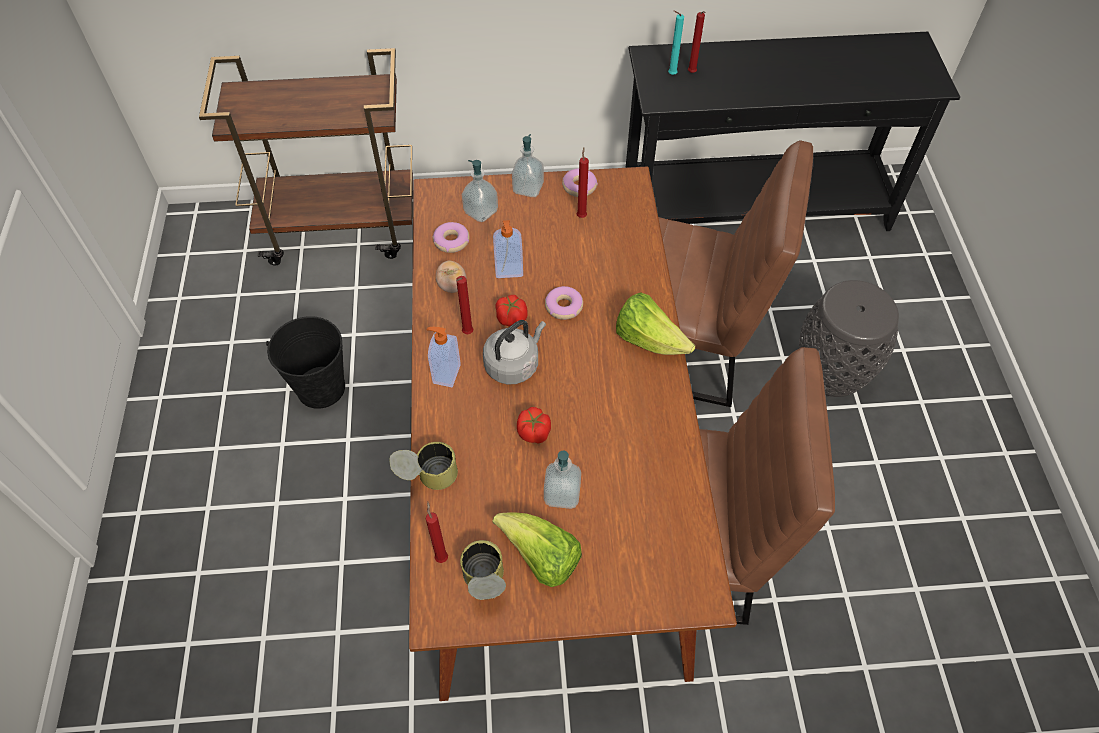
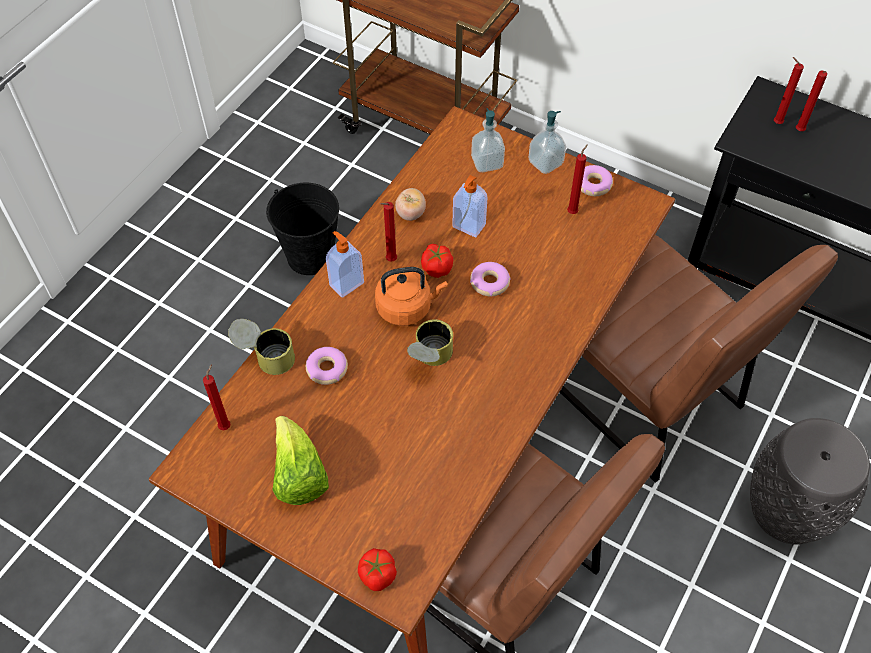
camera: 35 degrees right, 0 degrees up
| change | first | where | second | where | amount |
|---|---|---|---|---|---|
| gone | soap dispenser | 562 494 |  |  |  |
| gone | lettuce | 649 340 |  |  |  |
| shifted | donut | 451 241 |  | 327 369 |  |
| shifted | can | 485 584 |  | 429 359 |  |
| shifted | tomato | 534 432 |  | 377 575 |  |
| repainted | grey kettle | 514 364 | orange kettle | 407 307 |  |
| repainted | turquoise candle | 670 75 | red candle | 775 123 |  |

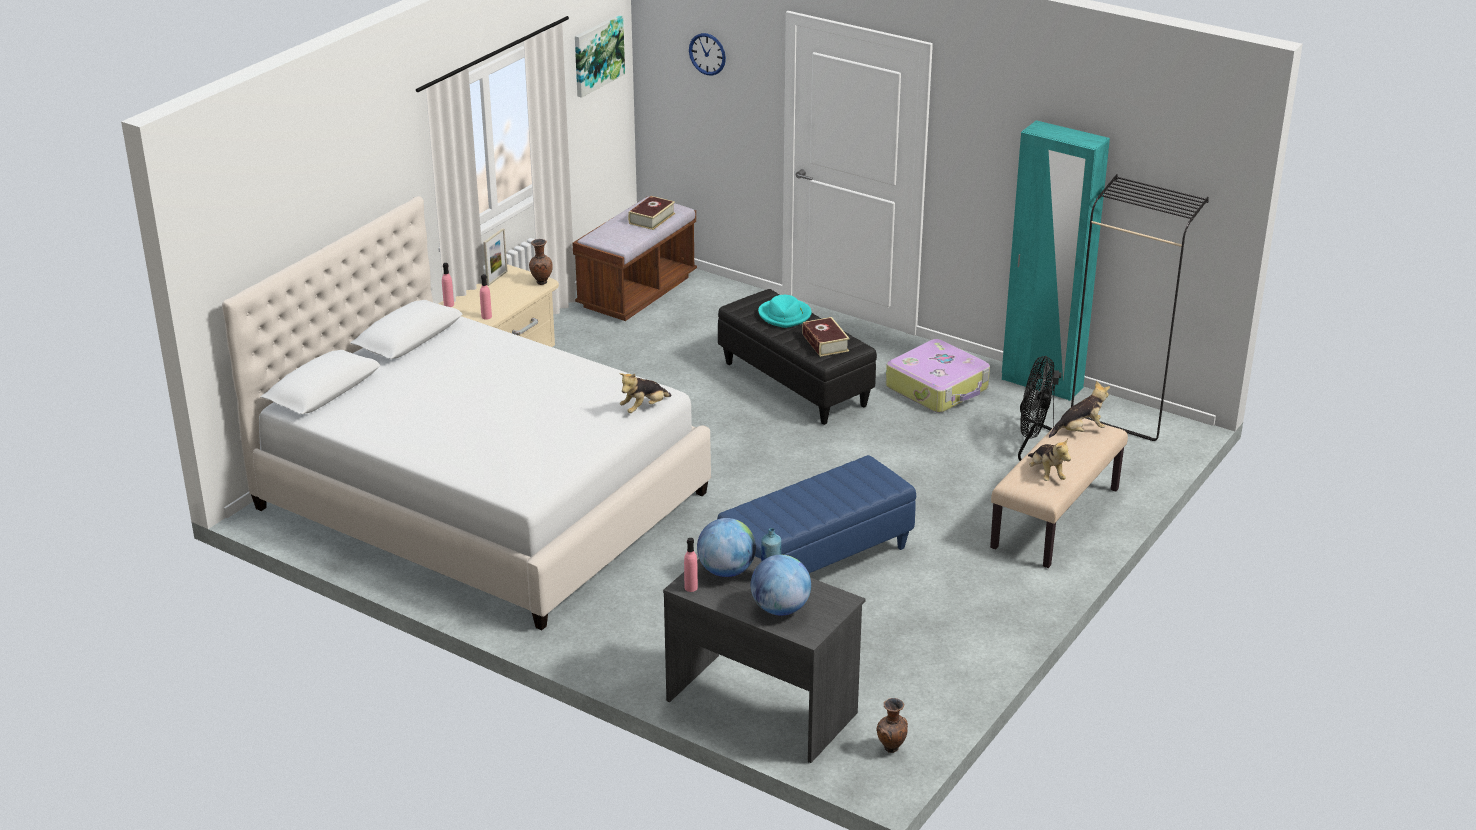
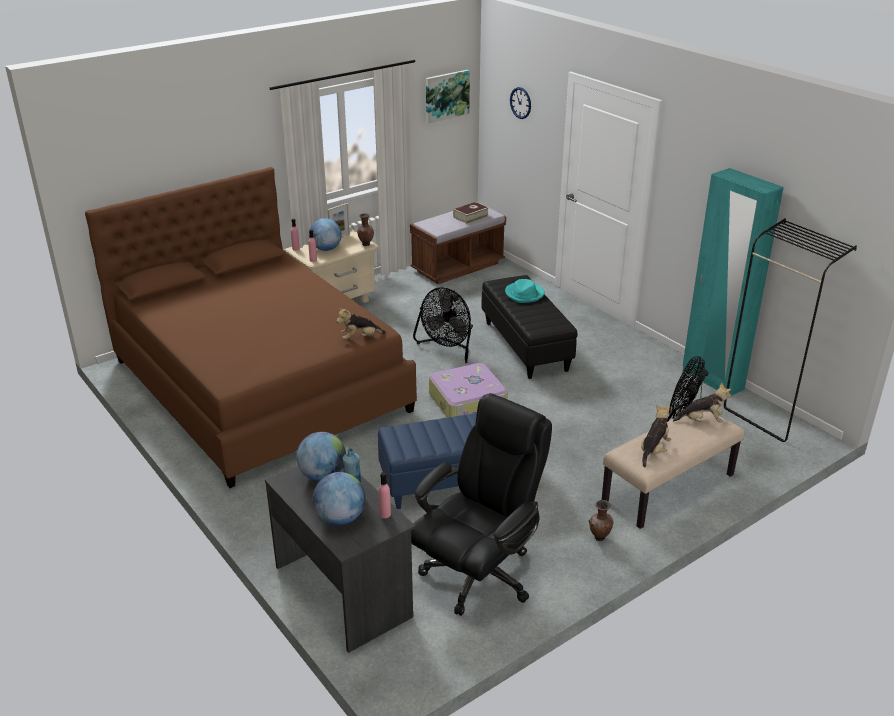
camera: 20 degrees right, 0 degrees up
| change | first | where | second | where | amount |
|---|---|---|---|---|---|
| gone | book | 825 343 |  |  |  |
| new |  |  | globe | 326 249 |  |
| new |  |  | black office chair | 478 574 |  |
| new |  |  | black fan | 447 347 |  |
| shifted | pink bottle | 691 587 |  | 385 514 |  |
| shifted | brown vase | 891 749 |  | 599 538 |  |
| shifted | suitcase | 938 388 |  | 468 402 |  |
| repainted | white bed | 482 500 | brown bed | 260 385 |  |
| rotated | plush toy | 1046 474 |  | 653 450 | 150 degrees counterclockwise |

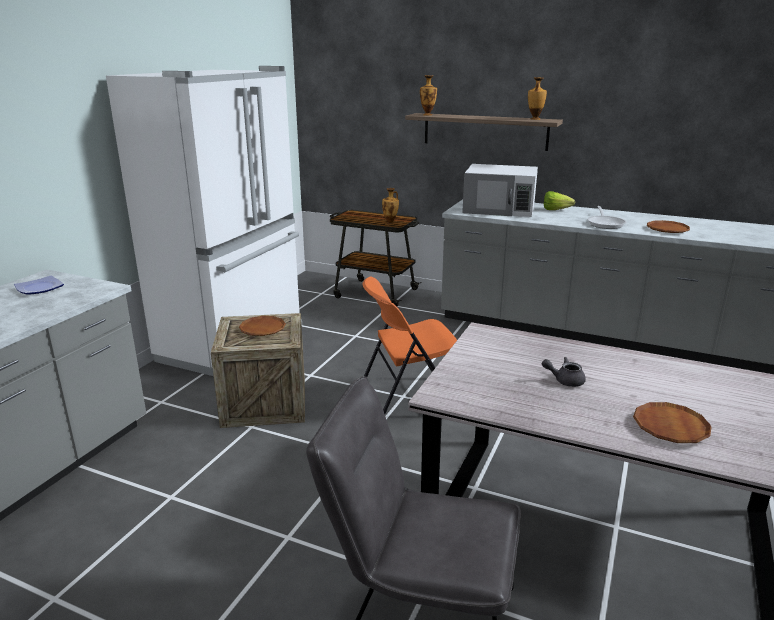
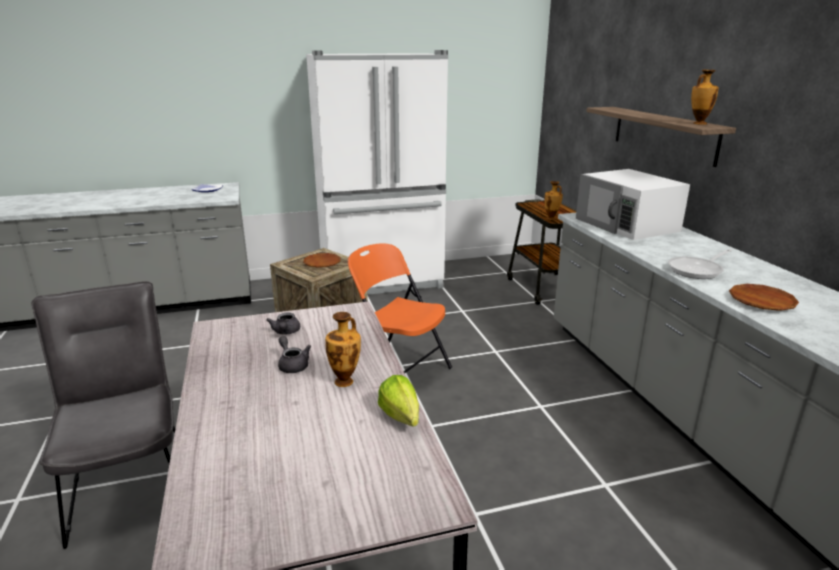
camera: 50 degrees right, 0 degrees up
| change | first | where | second | where | amount |
|---|---|---|---|---|---|
| gone | brown plate | 670 427 |  |  |  |
| new |  |  | grey teapot | 285 332 |  |
| shifted | vase | 427 114 |  | 345 381 |  |
| shifted | lettuce | 558 210 |  | 402 420 |  |

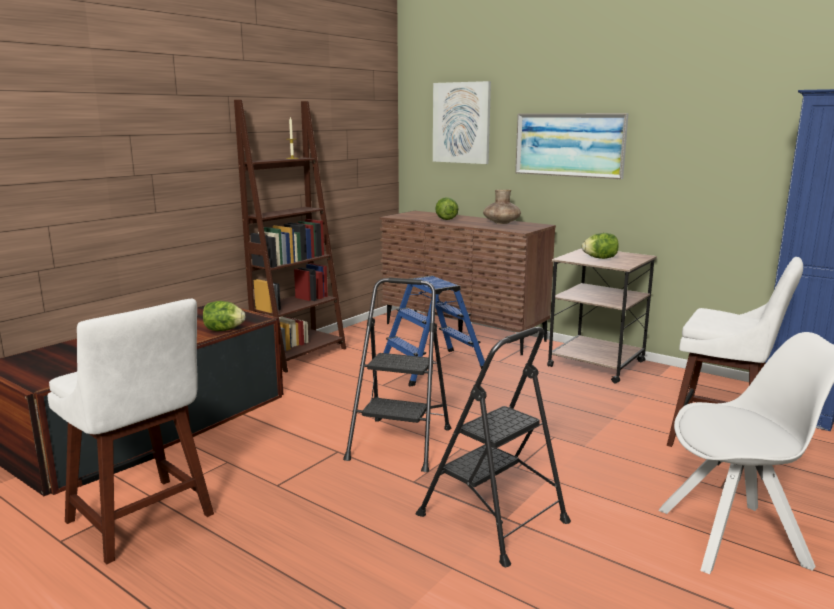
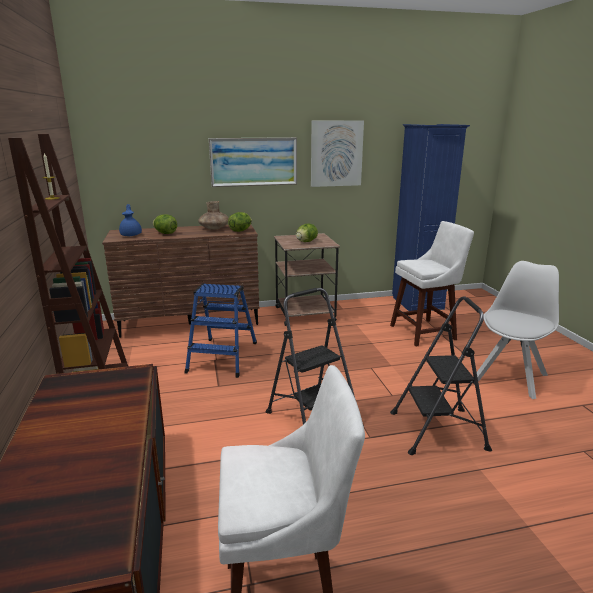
camera: 50 degrees left, 5 degrees up
| change | first | where | second | where | amount |
|---|---|---|---|---|---|
| new |  |  | blue teapot | 131 235 |  |
| shifted | lettuce | 223 330 |  | 240 231 |  |
| shifted | picture | 461 123 |  | 336 153 |  |

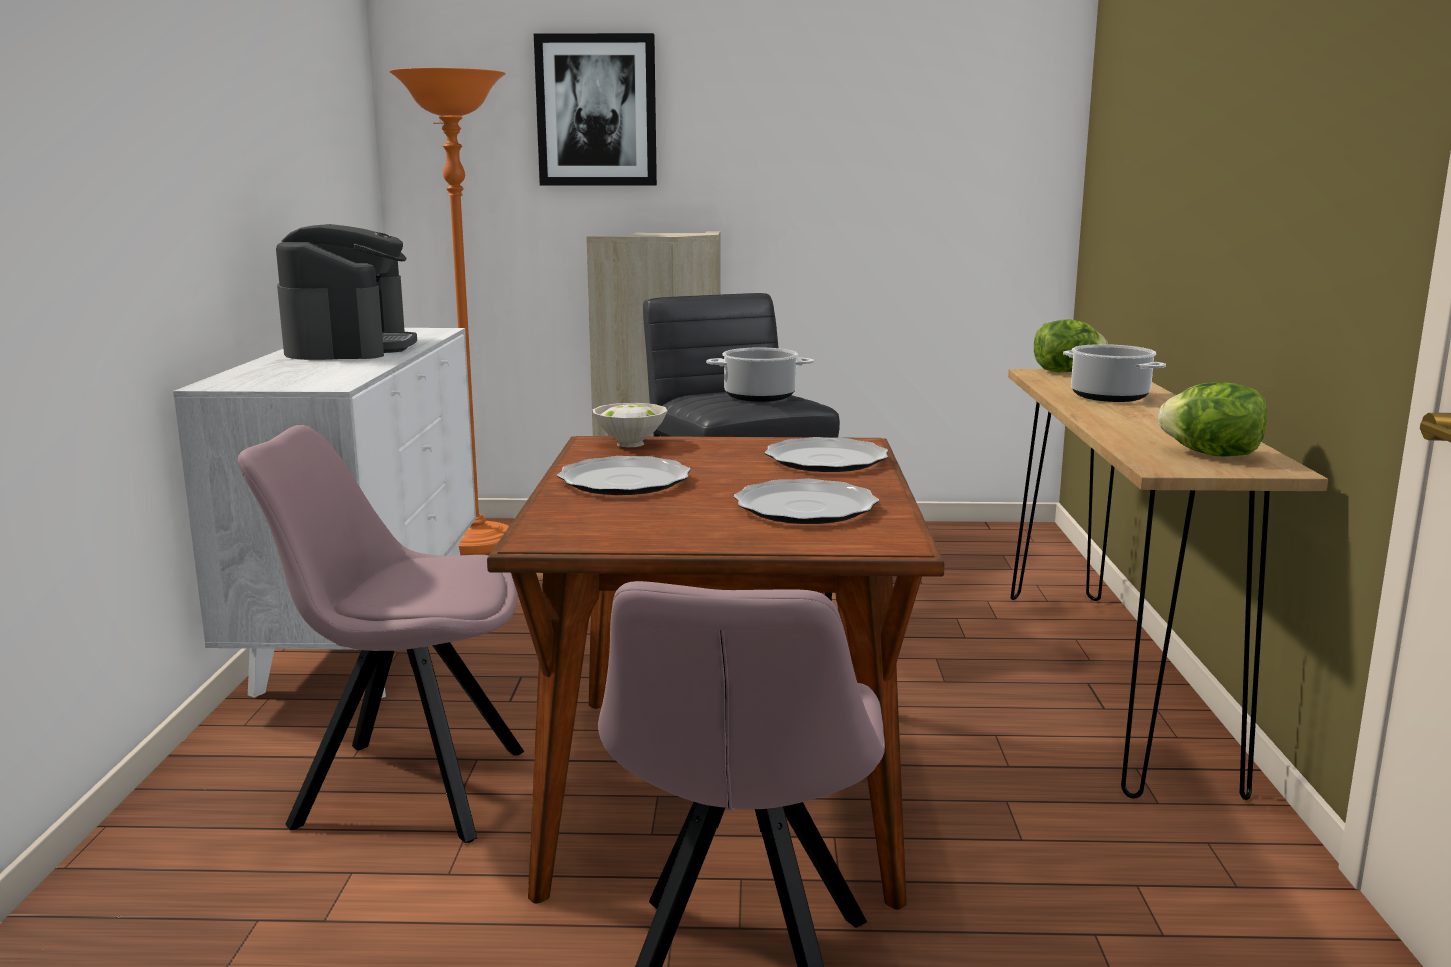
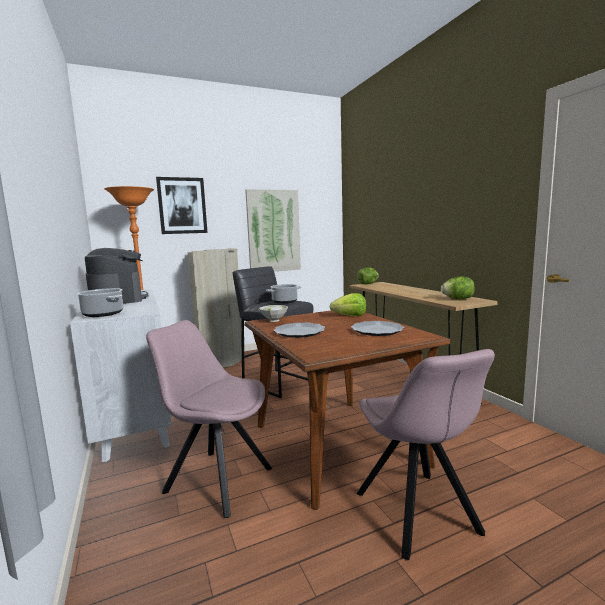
camera: 25 degrees left, 5 degrees down
| change | first | where | second | where | amount |
|---|---|---|---|---|---|
| new |  |  | picture | 273 231 |  |
| shifted | cooking pot | 1108 396 |  | 102 314 |  |
| swapped | plate | 826 460 | lettuce | 350 316 |  |
| rotated | pink chair | 408 788 |  | 217 480 | 45 degrees clockwise |

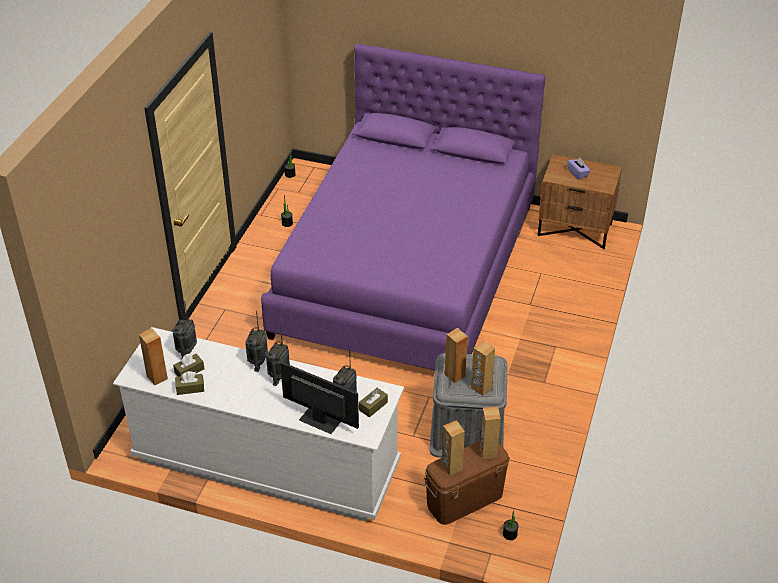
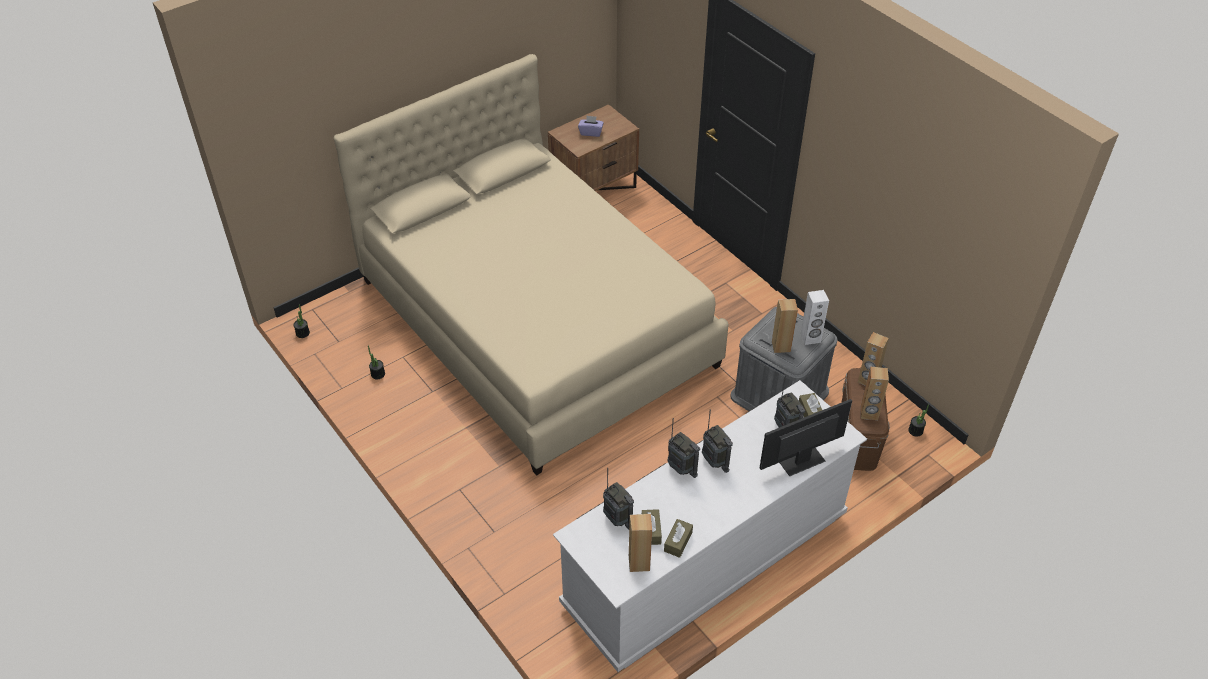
camera: 55 degrees left, 5 degrees up
| change | first | where | second | where | amount |
|---|---|---|---|---|---|
| repainted | purple bed | 407 268 | beige bed | 536 321 |  |
| repainted | brown speaker | 481 388 | white speaker | 810 338 |  |

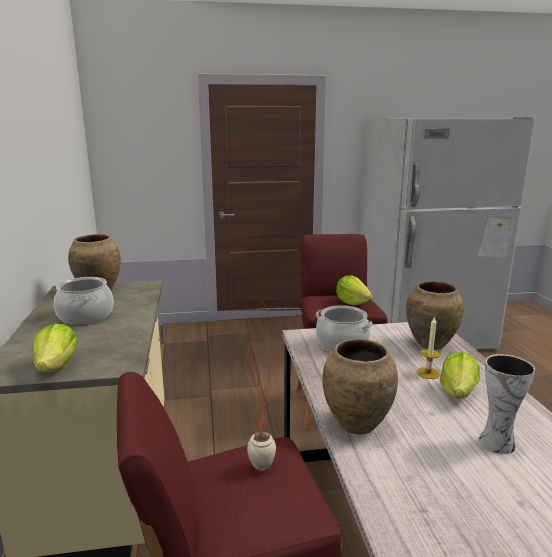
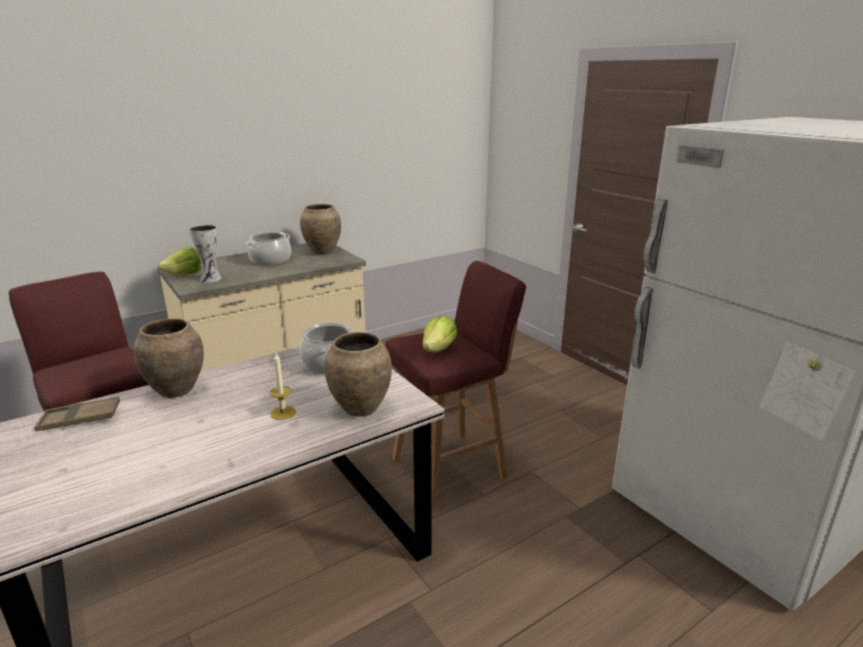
camera: 65 degrees right, 5 degrees up
| change | first | where | second | where | amount |
|---|---|---|---|---|---|
| gone | potted plant | 266 462 |  |  |  |
| gone | lettuce | 458 392 |  |  |  |
| new |  |  | brown tray | 80 419 |  |
| shifted | vase | 496 441 |  | 212 279 |  |

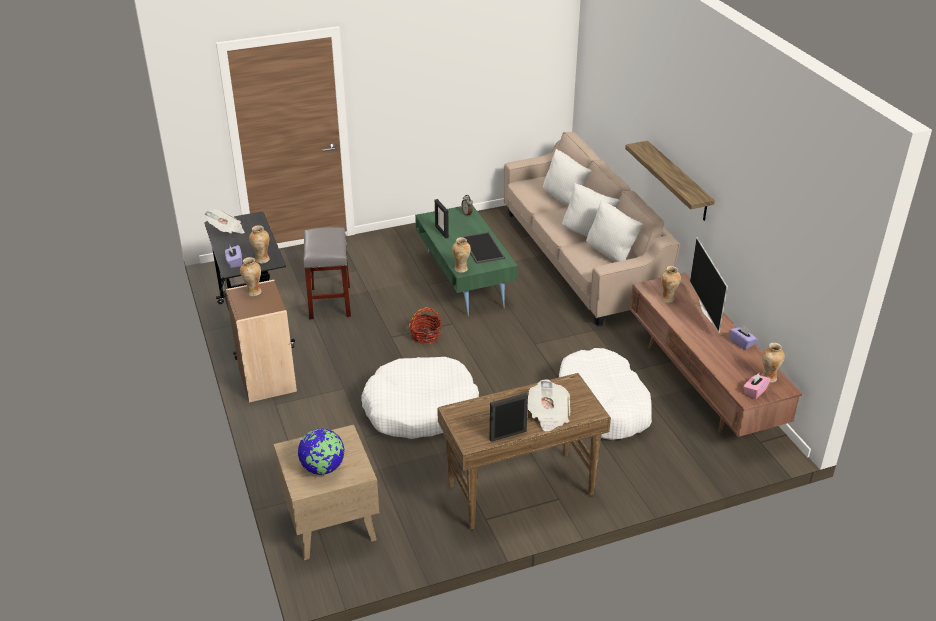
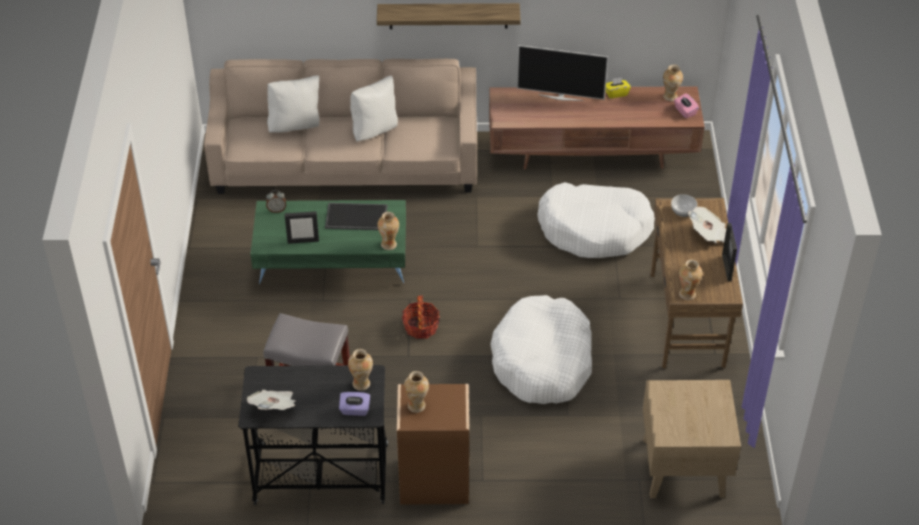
camera: 70 degrees left, 10 degrees up
| change | first | where | second | where | amount |
|---|---|---|---|---|---|
| gone | globe | 323 468 |  |  |  |
| gone | white pillow | 611 254 |  |  |  |
| new |  |  | bowl | 682 211 |  |
| shifted | vase | 668 299 |  | 687 294 |  |
| repainted | purple tissue box | 741 343 | yellow tissue box | 616 93 |  |

